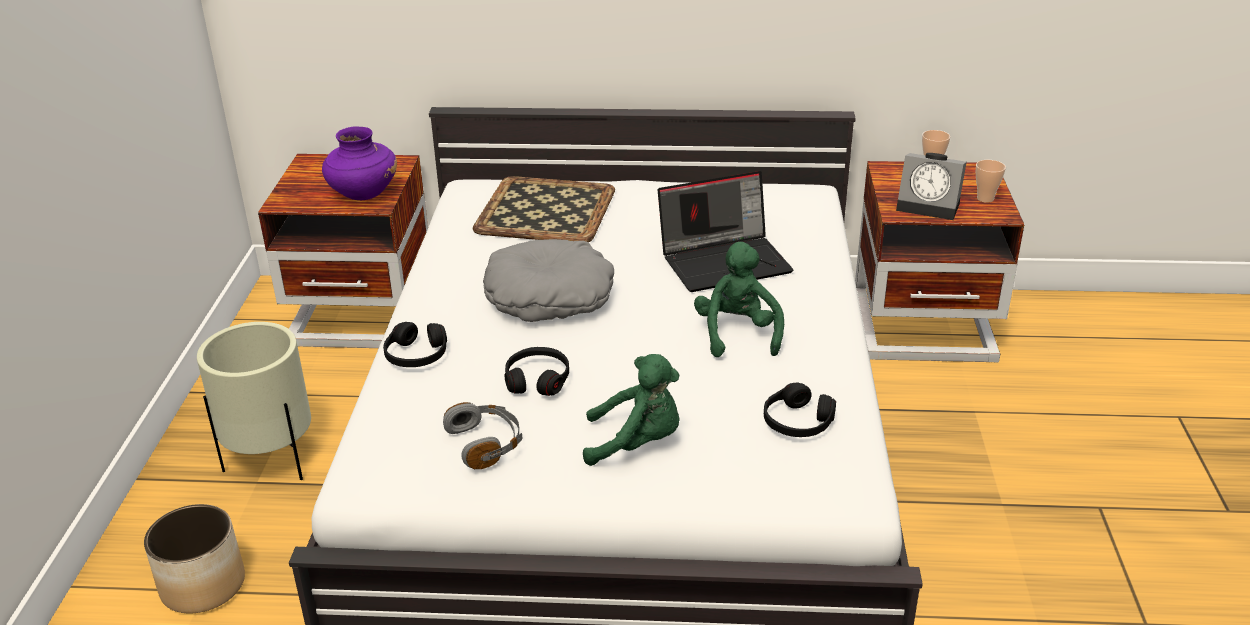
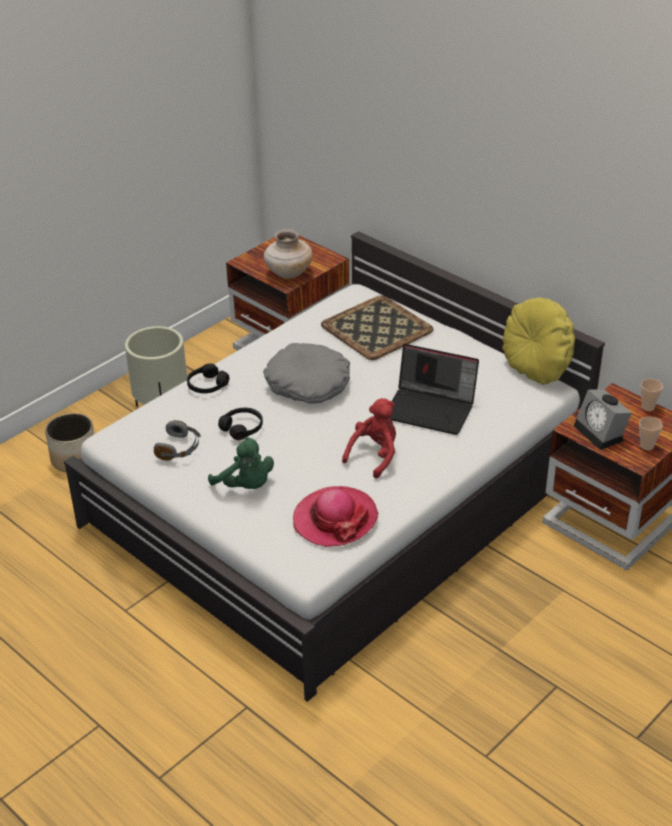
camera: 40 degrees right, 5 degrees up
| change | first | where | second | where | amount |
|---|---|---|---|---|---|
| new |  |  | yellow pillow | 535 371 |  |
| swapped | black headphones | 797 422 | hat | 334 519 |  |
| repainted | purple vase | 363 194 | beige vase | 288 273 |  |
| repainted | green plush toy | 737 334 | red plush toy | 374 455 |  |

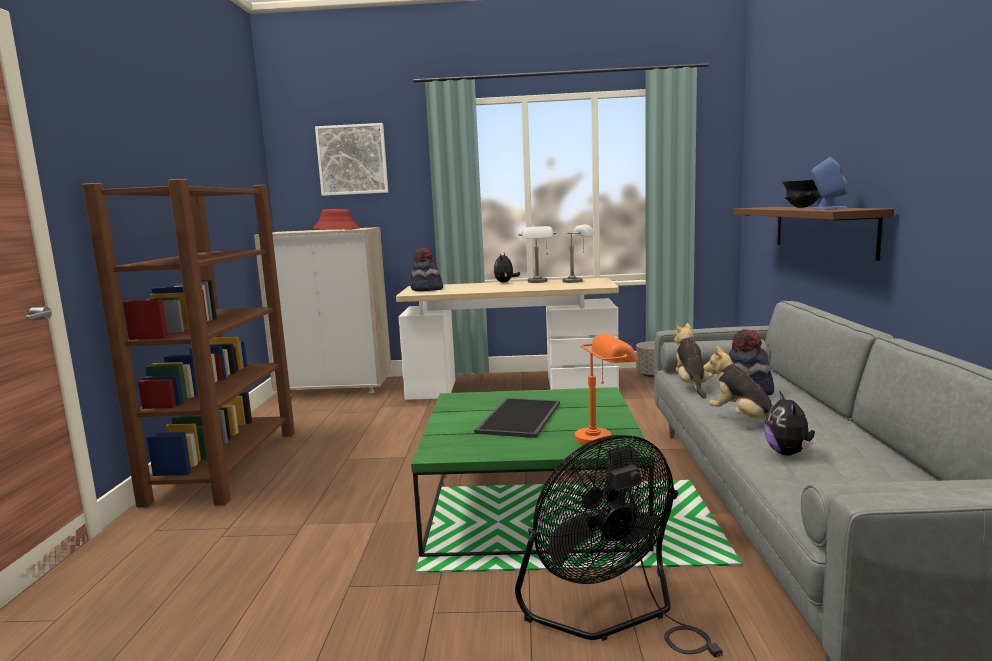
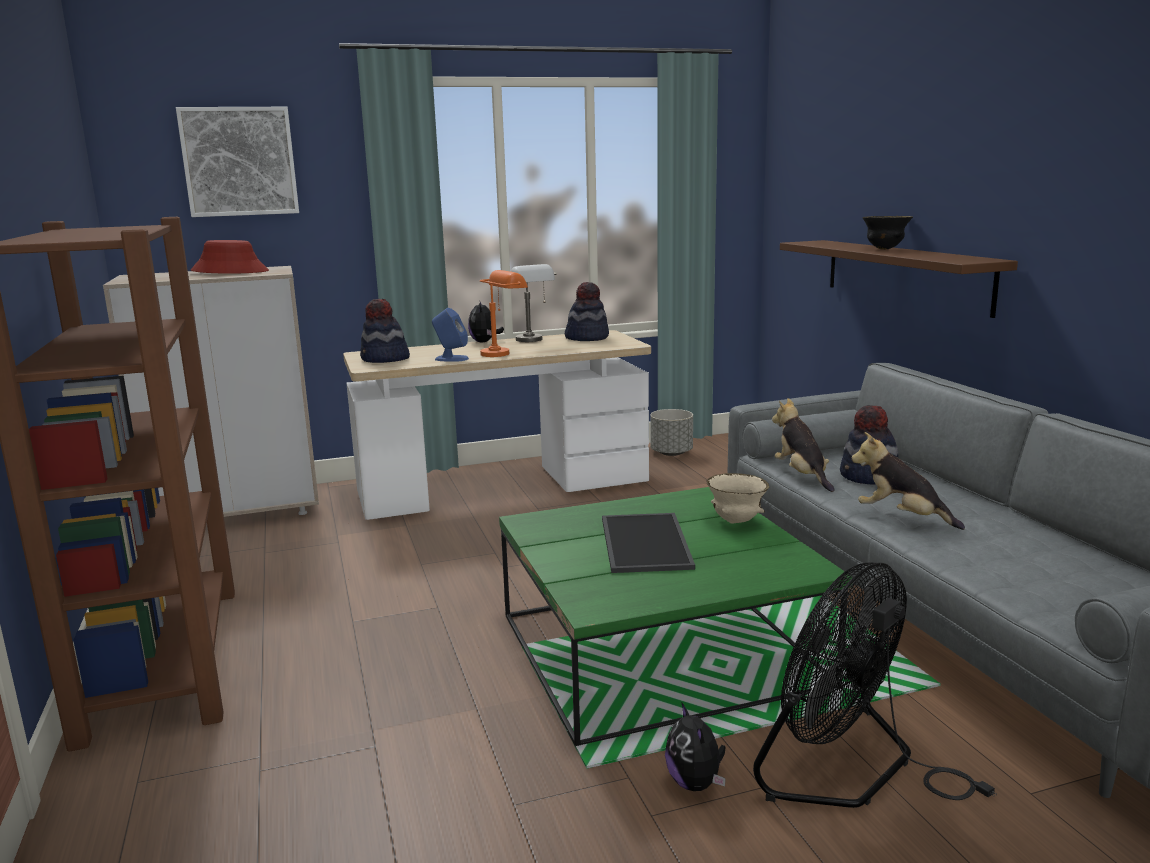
camera: 20 degrees left, 5 degrees up
| change | first | where | second | where | amount |
|---|---|---|---|---|---|
| new |  |  | beige bowl | 736 521 |  |
| shifted | orange table lamp | 604 436 |  | 503 352 |  |
| shifted | plush toy | 788 453 |  | 696 783 |  |
| shifted | blue speaker | 828 208 |  | 451 359 |  |
| swapped | grey table lamp | 579 281 | hat | 587 338 |  |

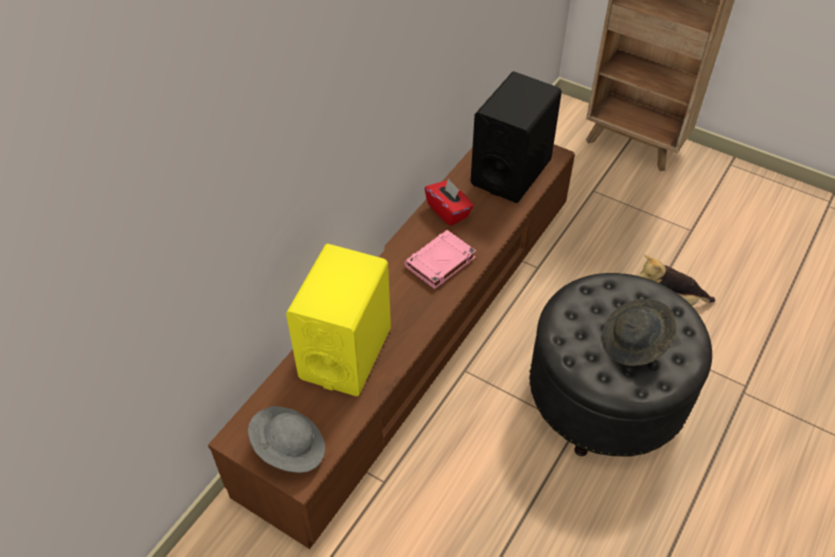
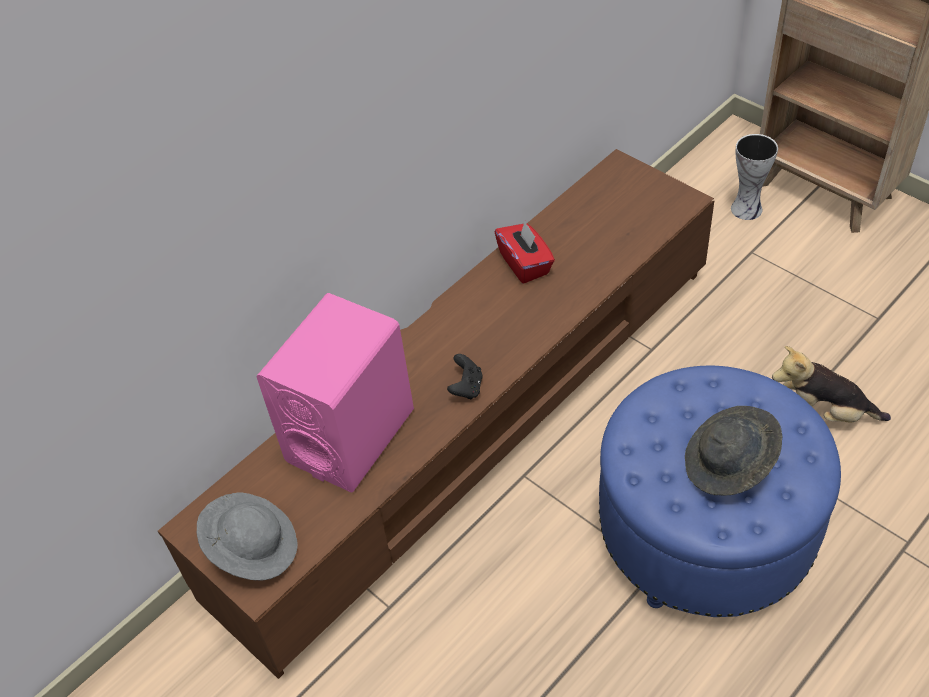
camera: 15 degrees right, 0 degrees up
| change | first | where | second | where | amount |
|---|---|---|---|---|---|
| gone | pink book | 440 262 |  |  |  |
| gone | black speaker | 511 172 |  |  |  |
| new |  |  | black game controller | 466 387 |  |
| new |  |  | vase | 747 208 |  |
| repainted | yellow speaker | 345 353 | pink speaker | 350 435 |  |
| repainted | black ottoman | 605 399 | blue ottoman | 704 535 |  |

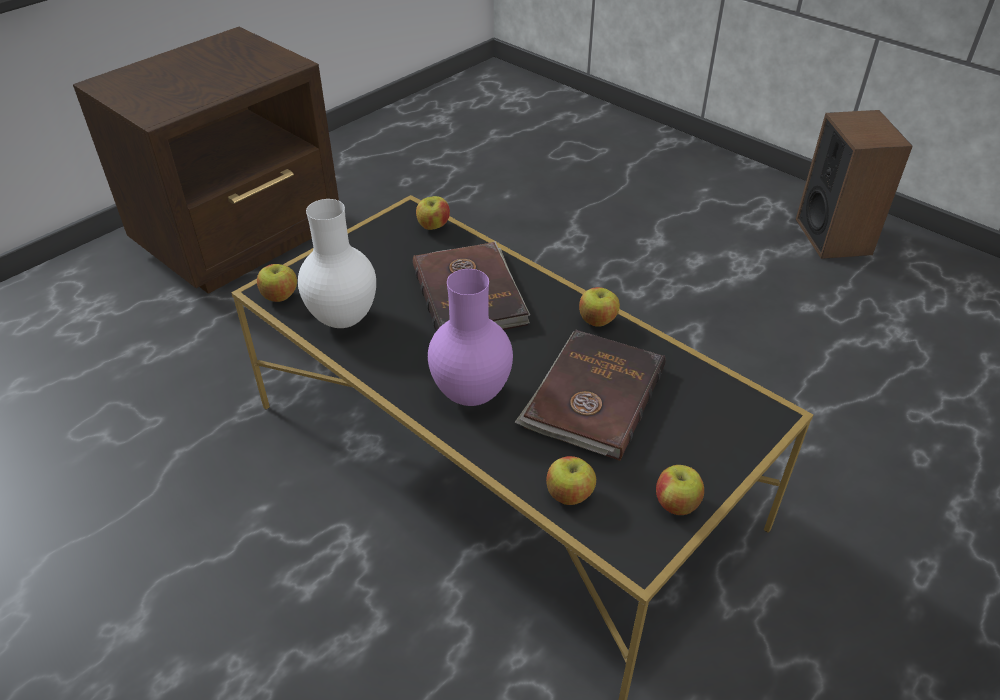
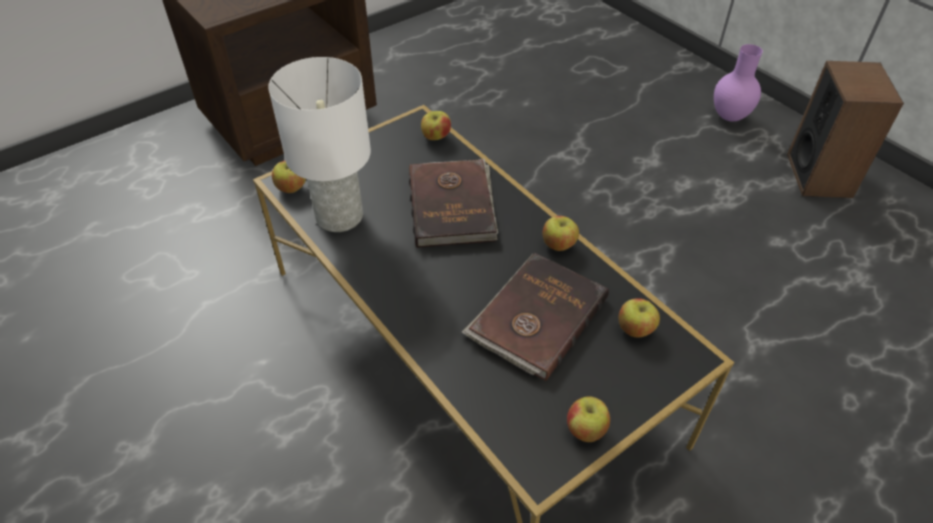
camera: 10 degrees right, 5 degrees up
| change | first | where | second | where | amount |
|---|---|---|---|---|---|
| shifted | purple vase | 470 393 |  | 729 116 |  |
| shifted | apple | 569 494 |  | 635 329 |  |
| swapped | white vase | 345 319 | white table lamp | 340 215 |  |

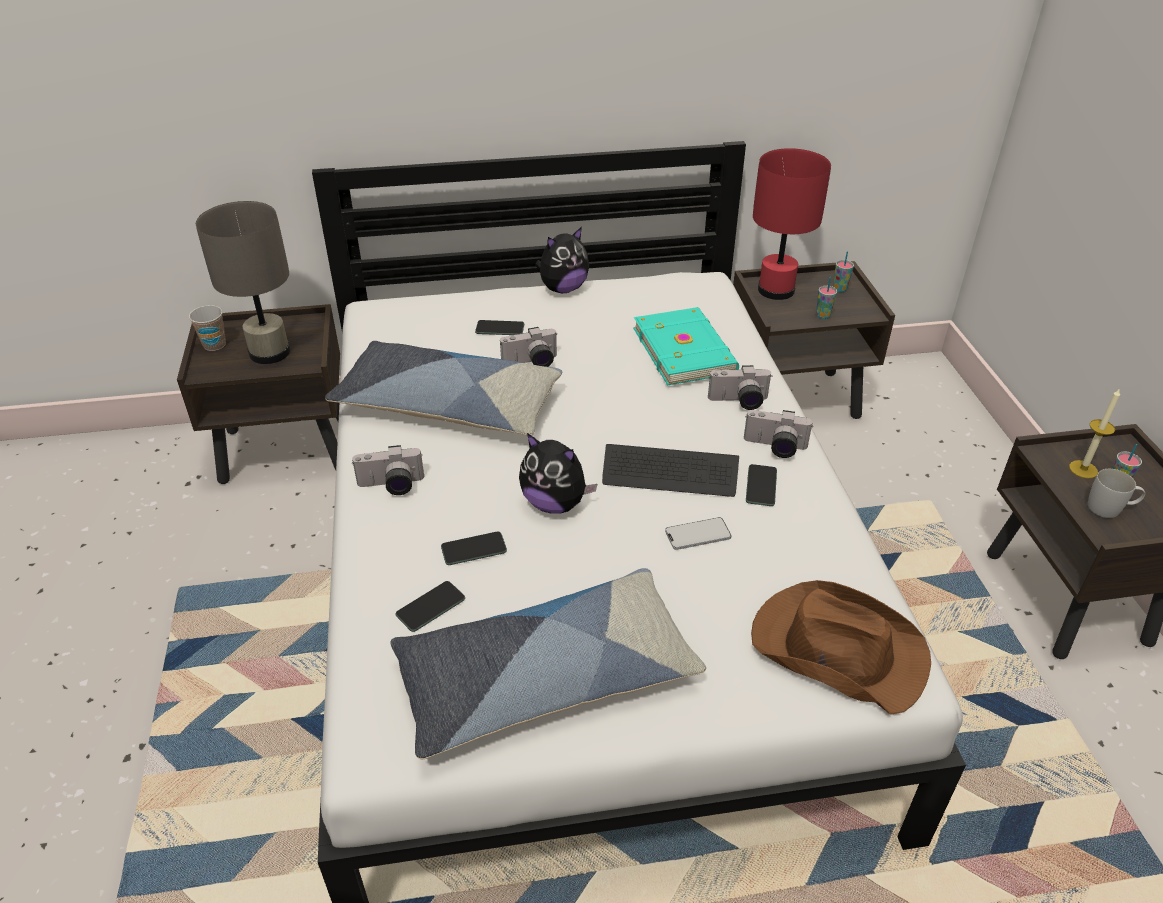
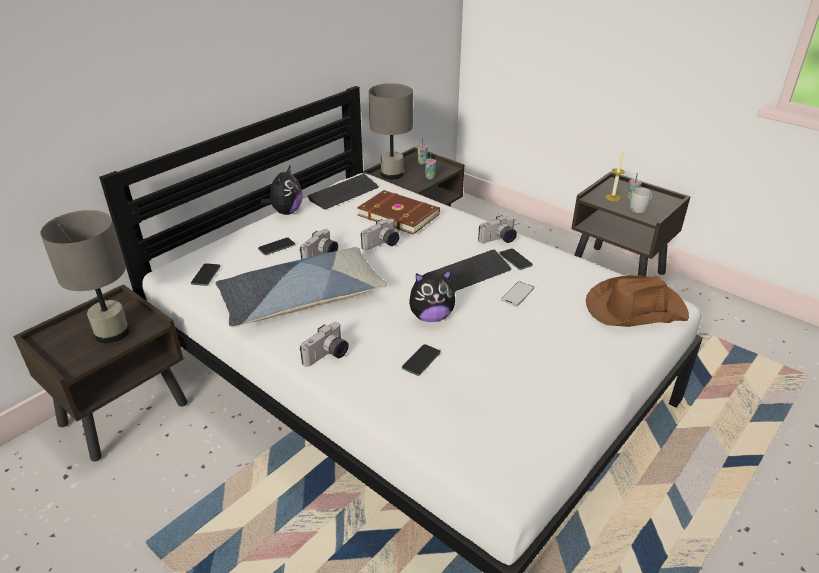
camera: 40 degrees left, 5 degrees down
| change | first | where | second | where | amount |
|---|---|---|---|---|---|
| gone | cup | 214 345 |  |  |  |
| gone | pillow | 544 676 |  |  |  |
| new |  |  | keyboard | 344 193 |  |
| shifted | phone | 430 607 |  | 206 275 |  |
| shifted | photo camera | 739 402 |  | 382 245 |  |
| repainted | turquoise book | 685 349 | brown book | 398 214 |  |
| repainted | red table lamp | 777 290 | grey table lamp | 392 174 |  |

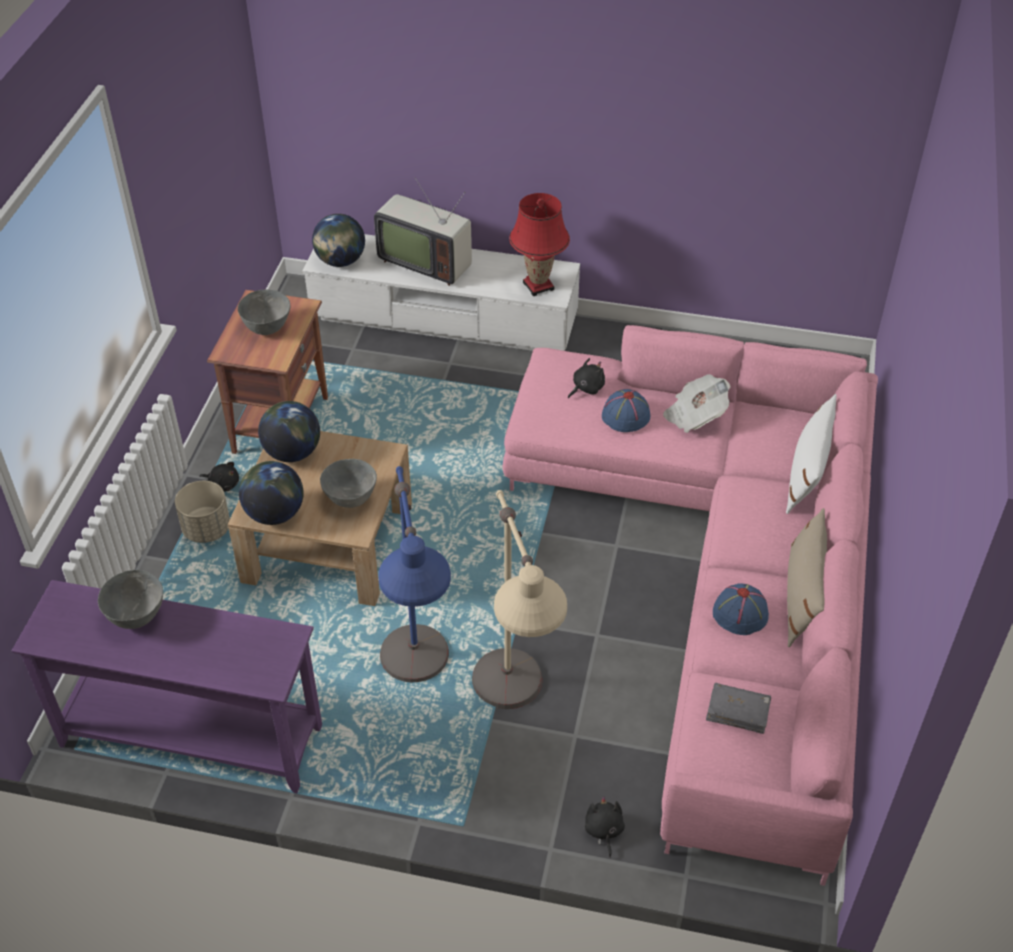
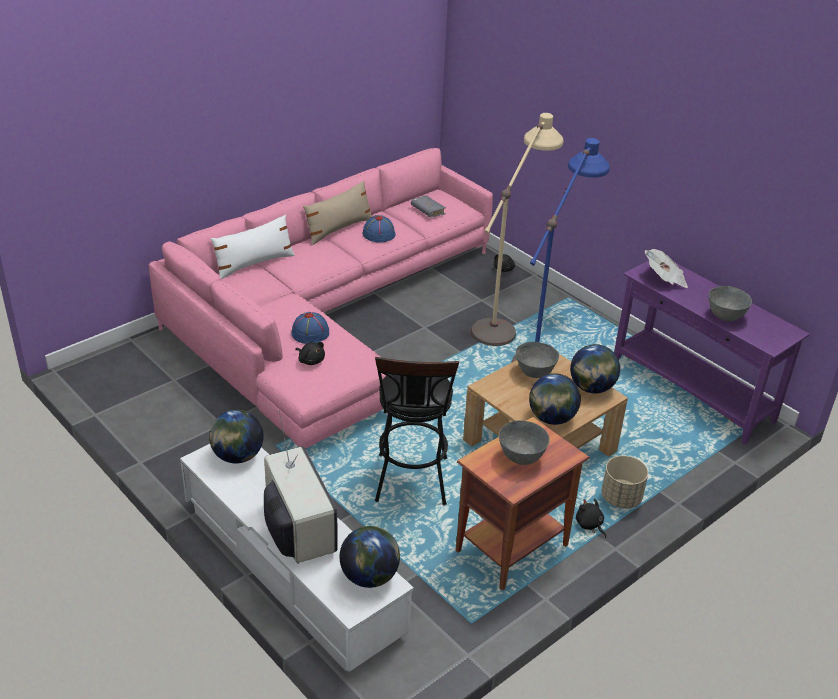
camera: 145 degrees left, 10 degrees down
| change | first | where | second | where | amount |
|---|---|---|---|---|---|
| new |  |  | black stool | 411 485 |  |
| shifted | newspaper | 695 415 |  | 664 279 |  |
| swapped | red table lamp | 538 286 | globe | 237 456 |  |
| rotated | black plush toy | 586 388 |  | 310 360 | 135 degrees counterclockwise |

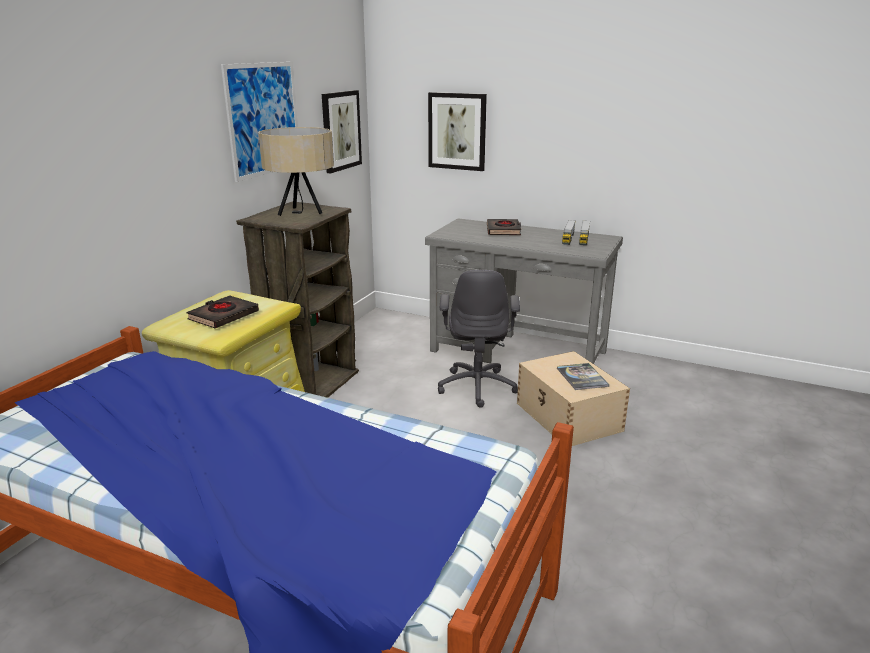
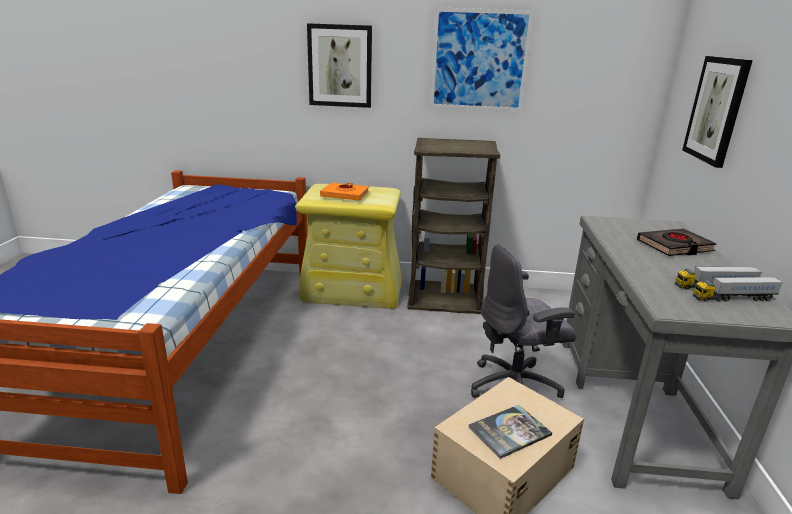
camera: 70 degrees right, 0 degrees up
| change | first | where | second | where | amount |
|---|---|---|---|---|---|
| gone | beige table lamp | 302 213 |  |  |  |
| shifted | picture | 341 130 |  | 340 66 |  |
| repainted | black book | 223 316 | orange book | 345 195 |  |

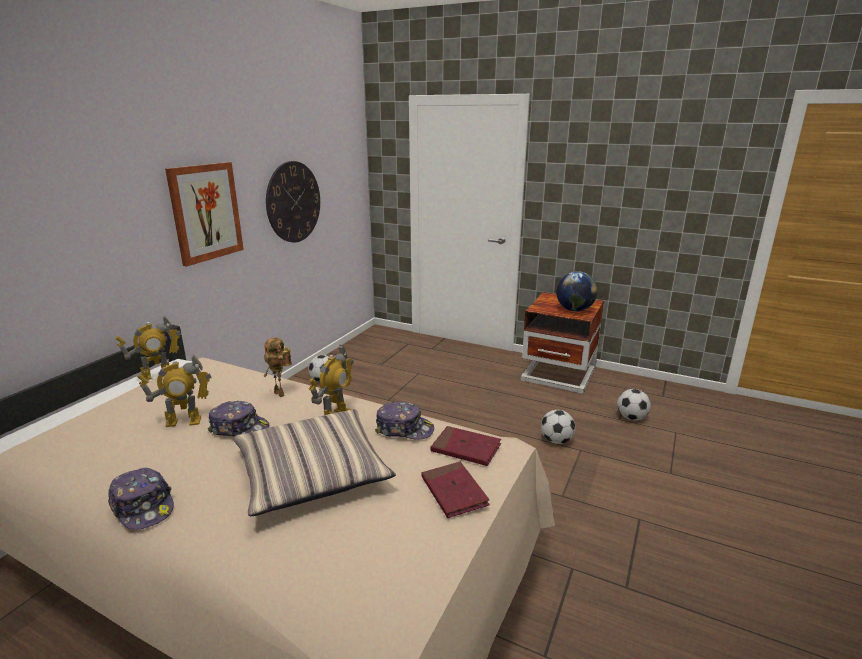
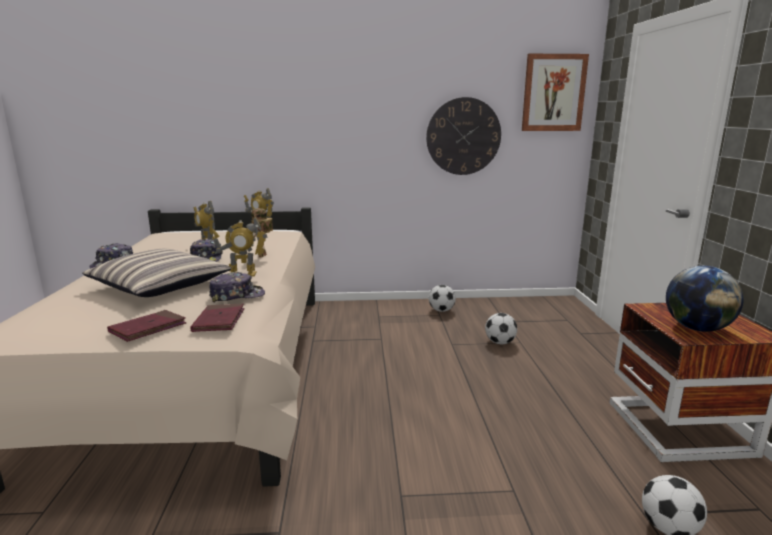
camera: 60 degrees right, 5 degrees down
| change | first | where | second | where | amount |
|---|---|---|---|---|---|
| shifted | picture | 205 212 |  | 553 93 |  |
| shifted | football | 556 441 |  | 500 342 |  |
| rotated | cap | 404 429 |  | 237 296 | 90 degrees counterclockwise |

